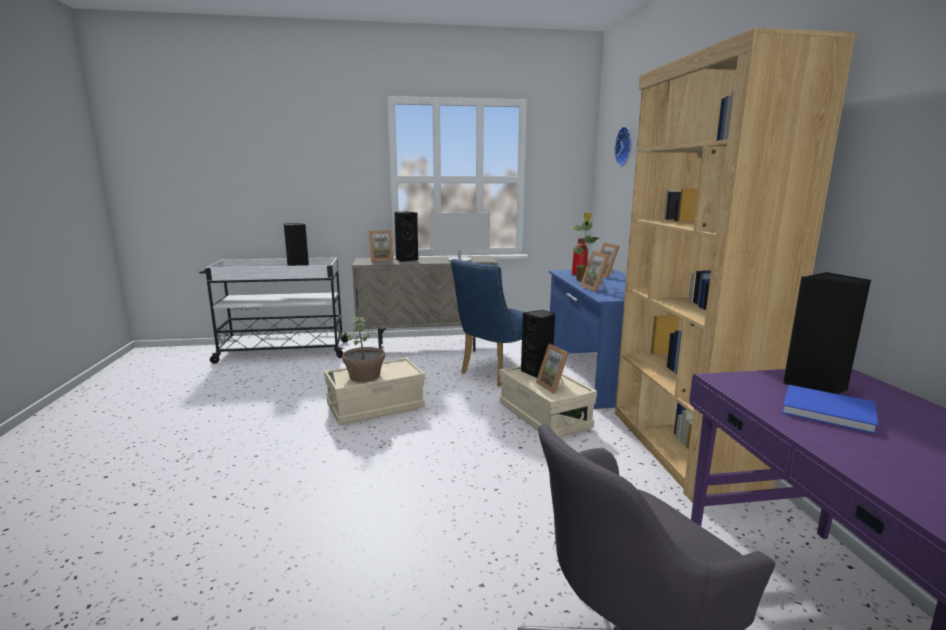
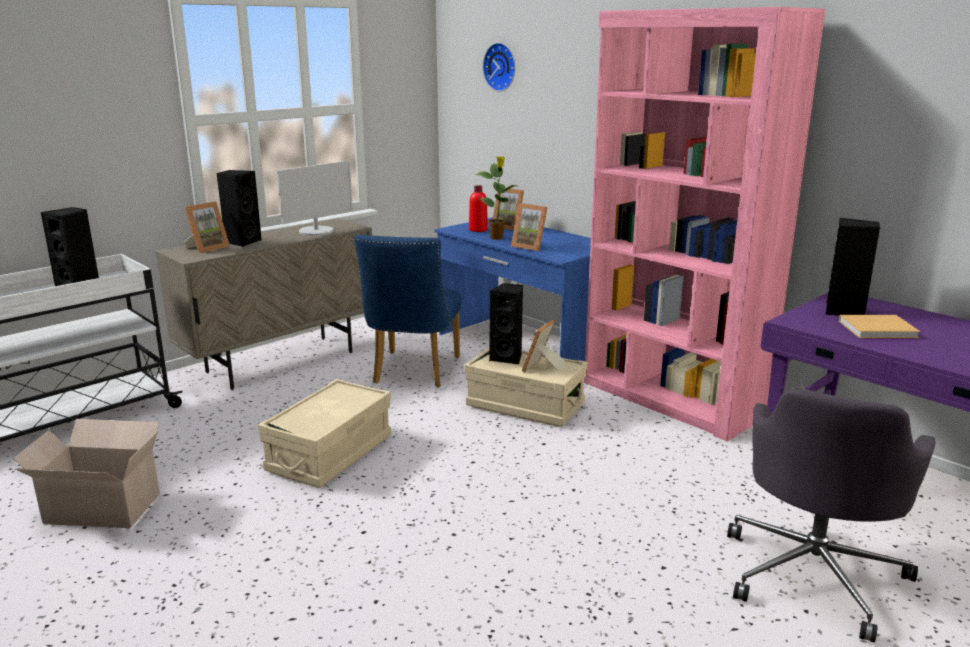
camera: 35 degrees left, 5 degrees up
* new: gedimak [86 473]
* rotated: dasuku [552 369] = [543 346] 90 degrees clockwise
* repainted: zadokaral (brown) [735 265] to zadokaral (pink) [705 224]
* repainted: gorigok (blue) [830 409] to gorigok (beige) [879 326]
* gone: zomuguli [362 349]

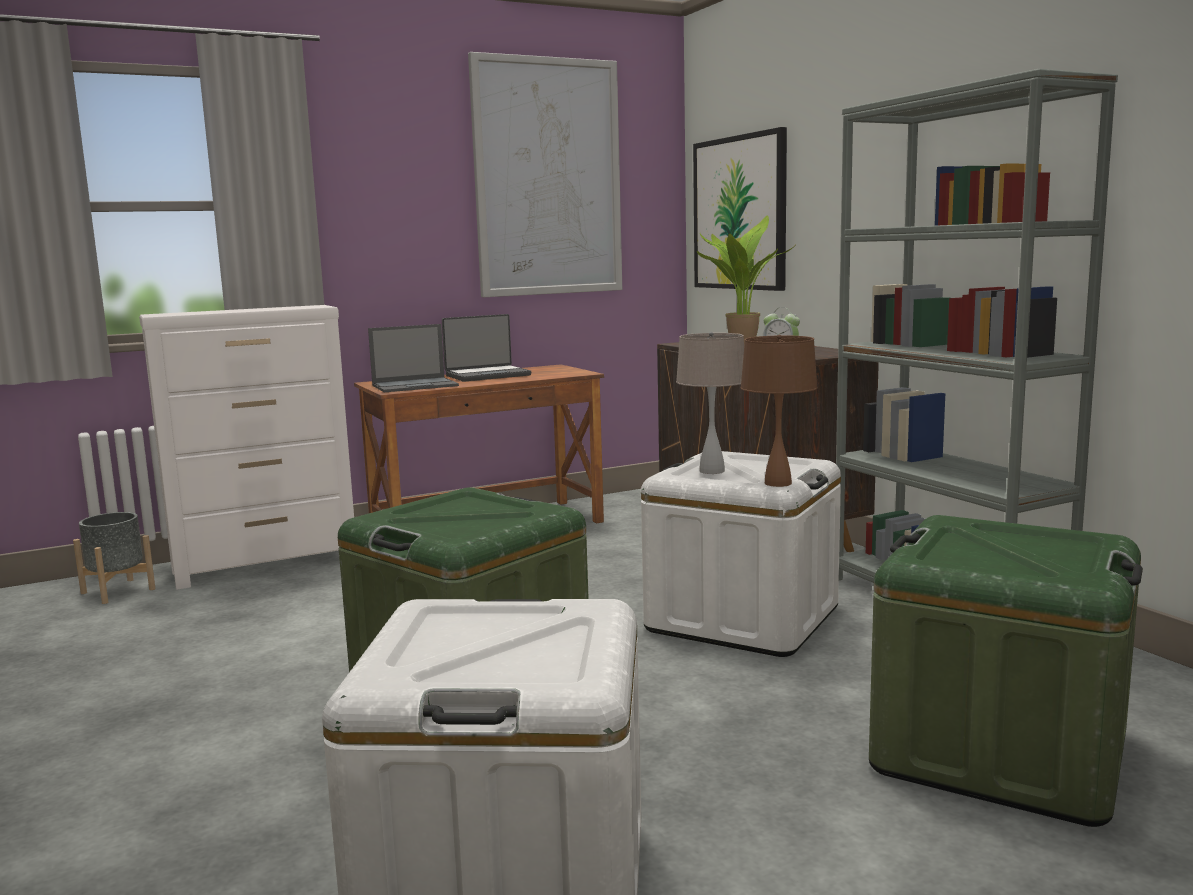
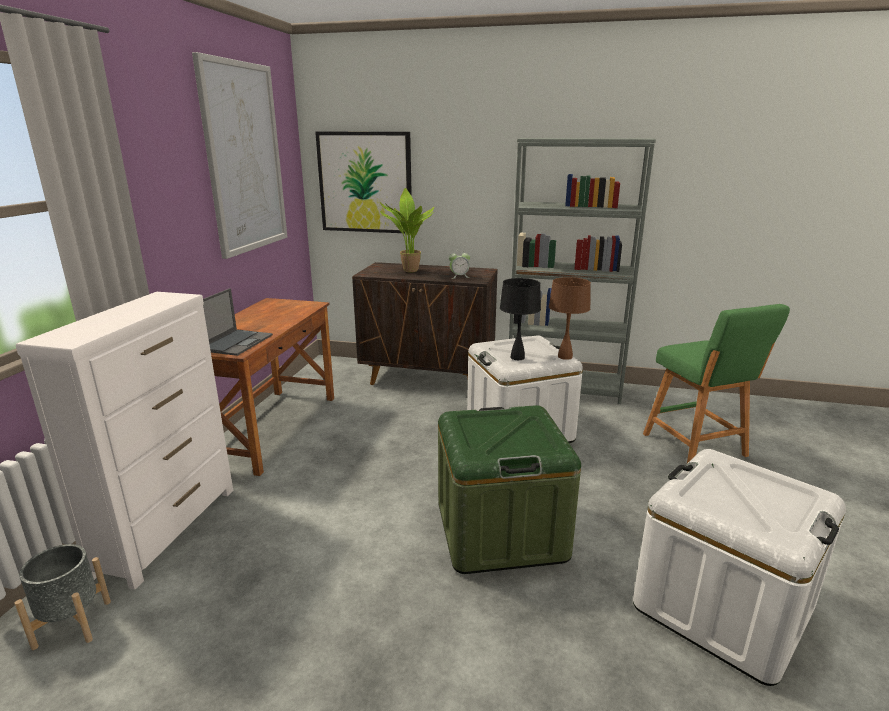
camera: 50 degrees left, 10 degrees up
* repainted: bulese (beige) [710 403] to bulese (black) [520 319]
* swapped: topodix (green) [1006 671] to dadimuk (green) [716 383]
* gone: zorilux [486 348]

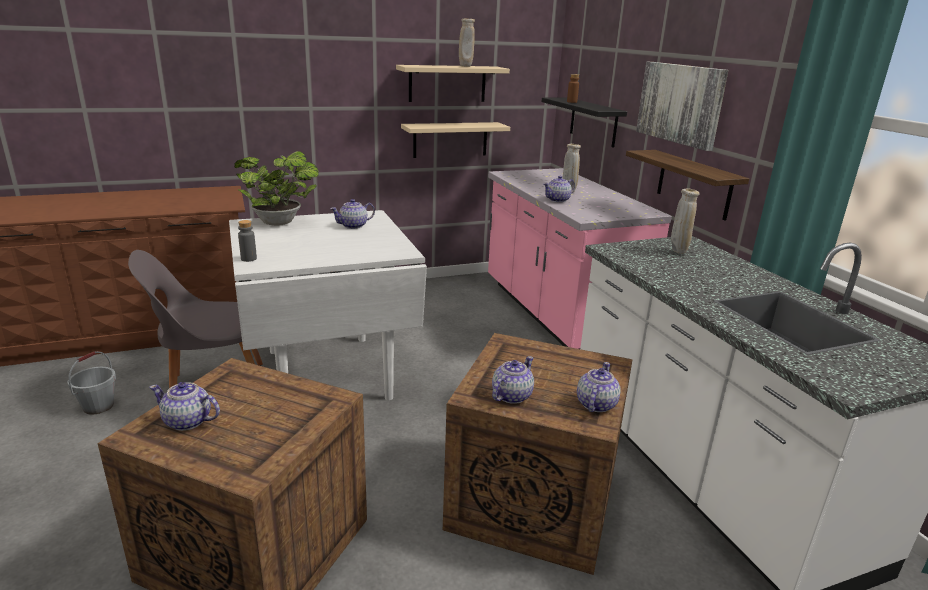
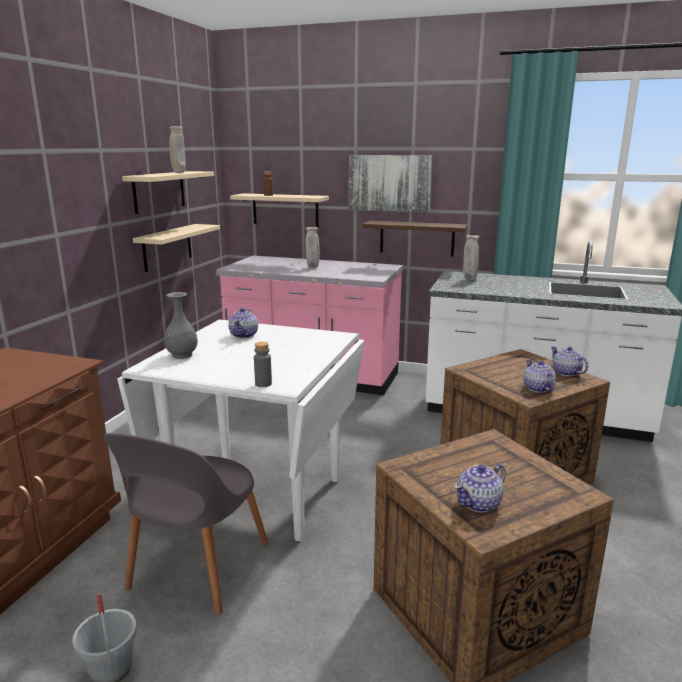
camera: 50 degrees left, 5 degrees down
* swapped: zomuguli [276 188] to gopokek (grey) [181 325]
* repainted: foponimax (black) [584 123] to foponimax (beige) [279 210]
* gone: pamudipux [559 189]

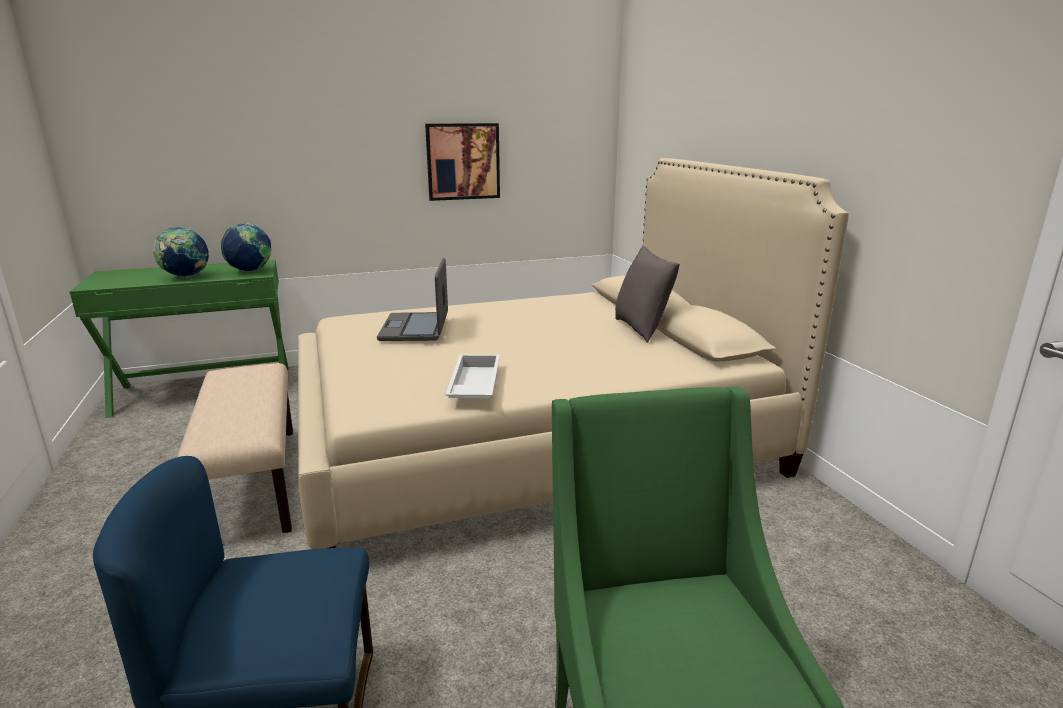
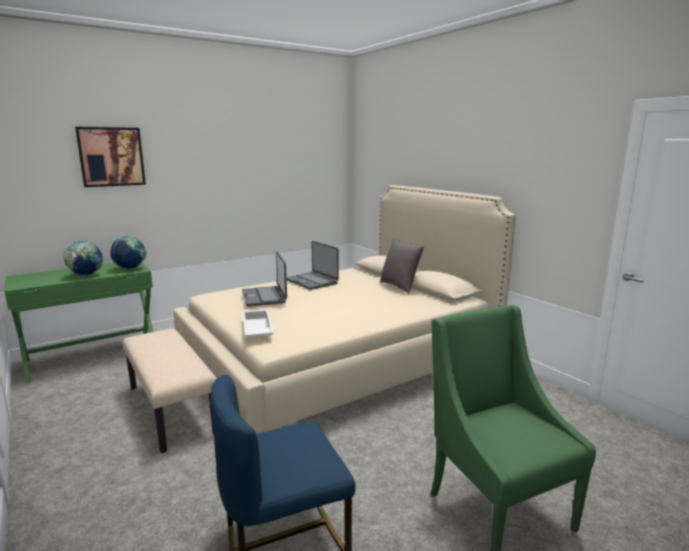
camera: 15 degrees left, 5 degrees down
* shifted: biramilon [462 162] to [110 157]
* shifted: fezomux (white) [473 376] to [258 323]
* new: zorilux [313 265]

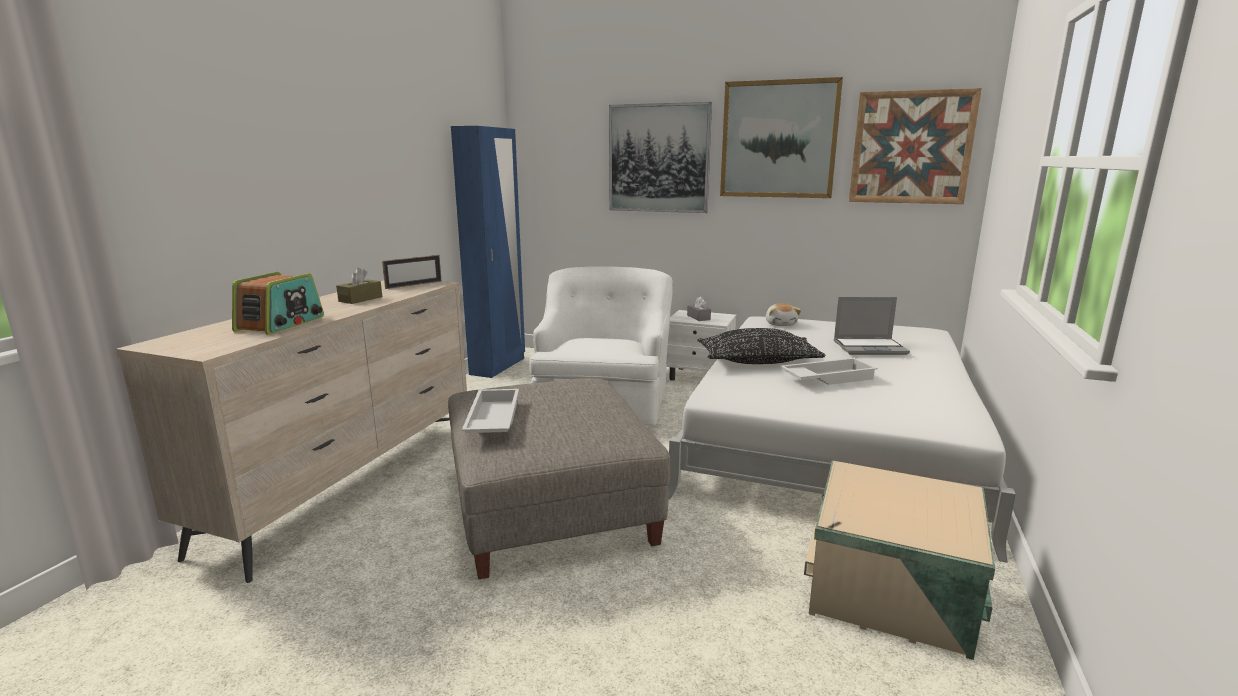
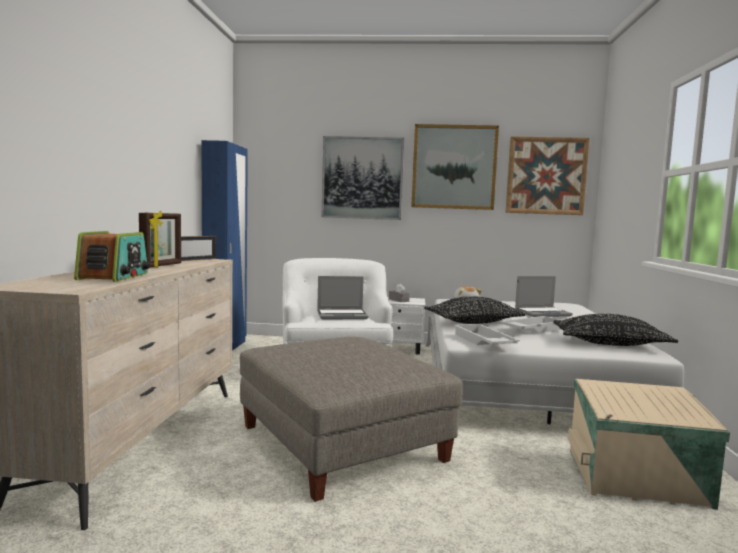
camera: 15 degrees left, 10 degrees down
* swapped: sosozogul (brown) [359 286] to dasuku [160 239]
* new: zorilux [342 297]
* shifted: fezomux (white) [490 411] to [487 334]
* new: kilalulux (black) [615 330]

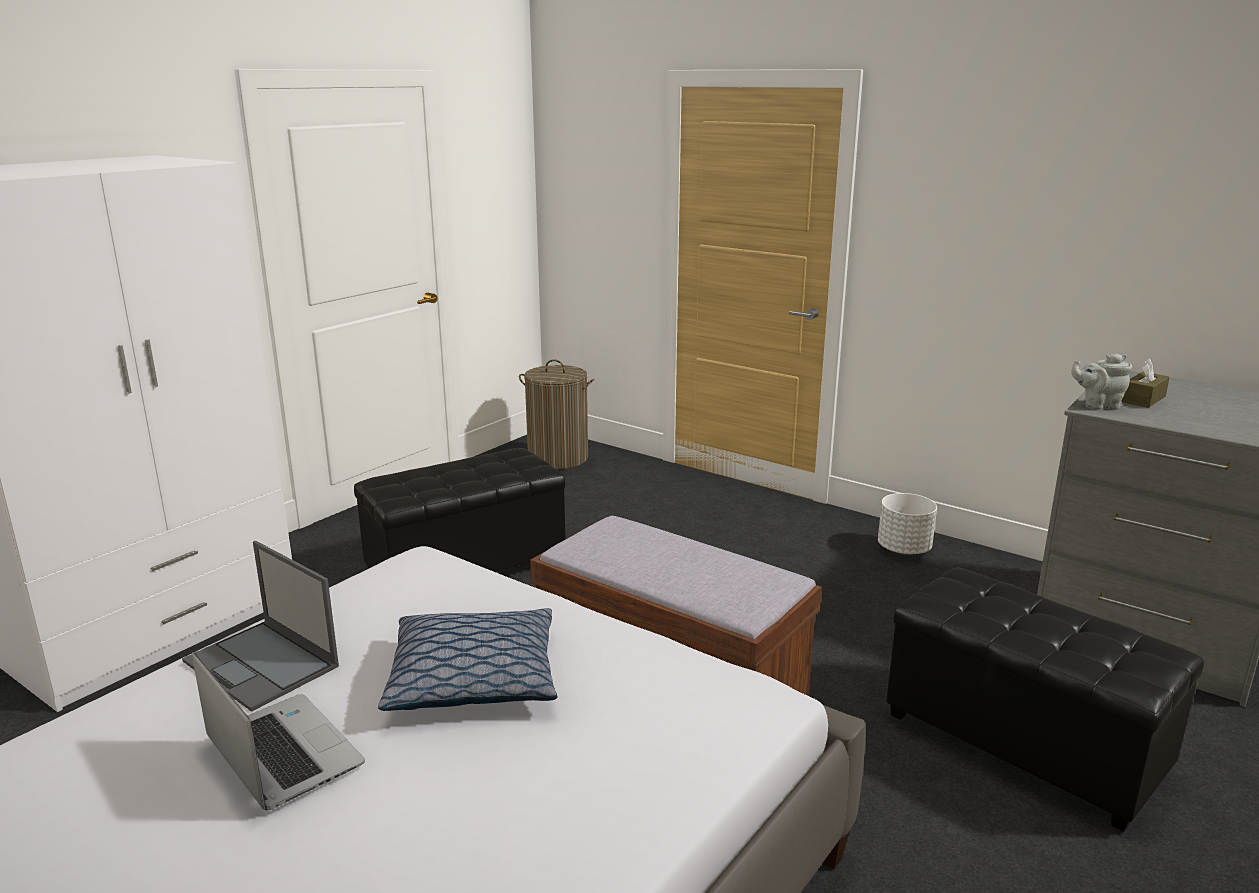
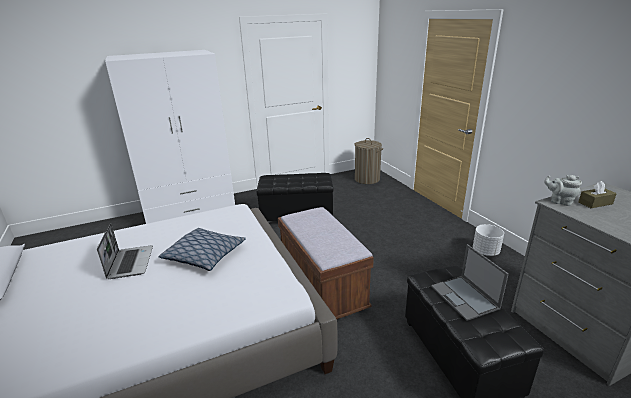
camera: 30 degrees right, 5 degrees up
* shifted: zorilux [260 626] to [470 282]

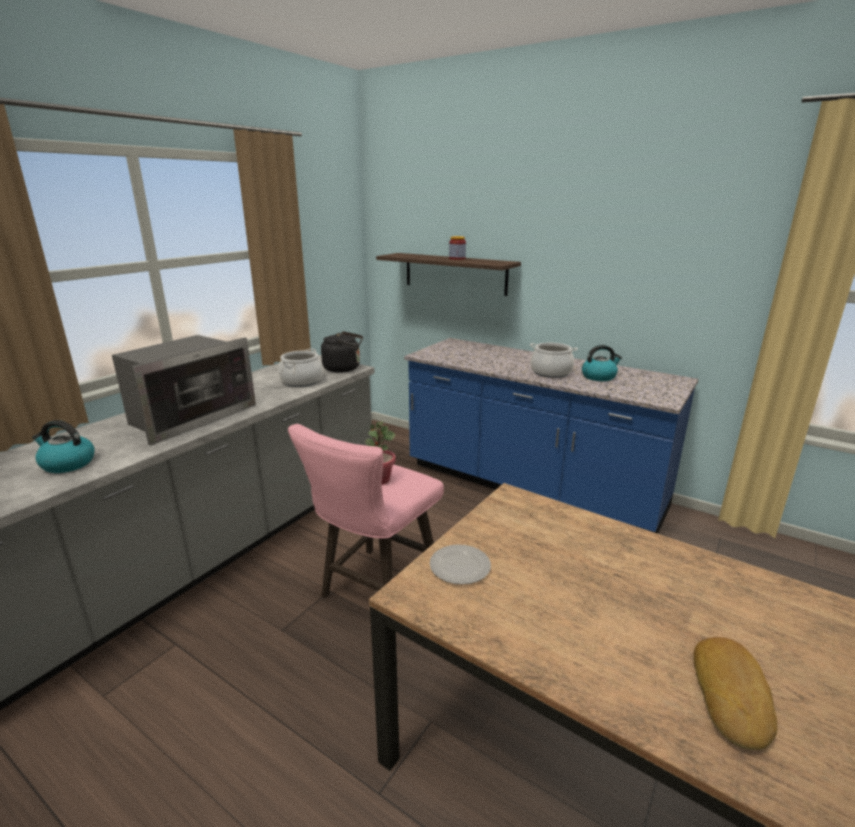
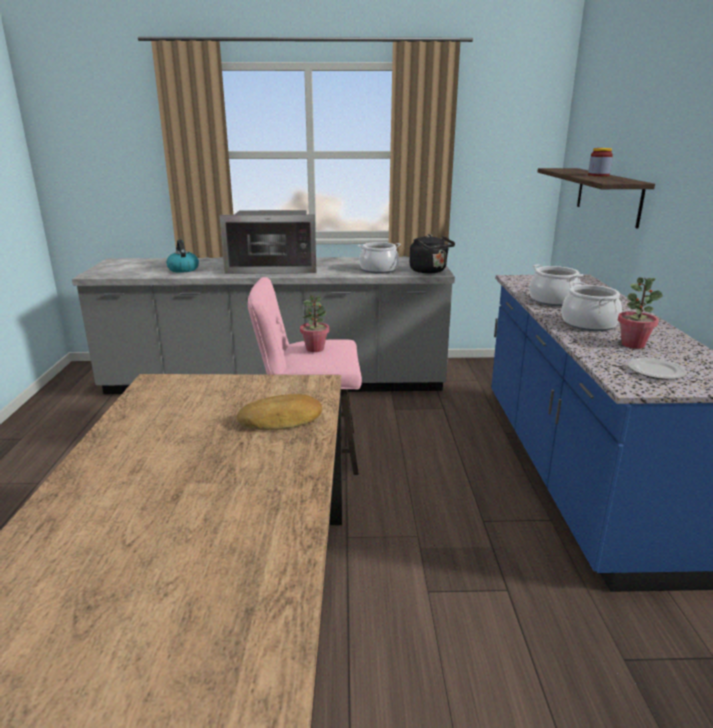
camera: 55 degrees right, 0 degrees up
* shifted: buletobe [735 693] to [279 412]
* new: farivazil [556 285]
* swapped: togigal [602 363] to zomuguli [640 313]
* shifted: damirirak [460 564] to [657 369]

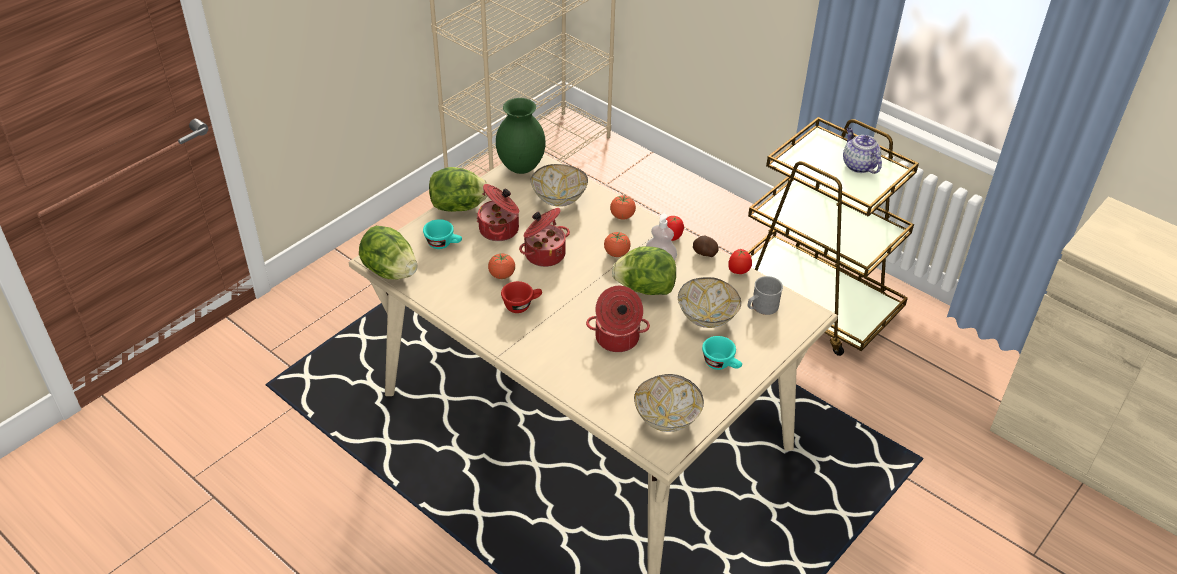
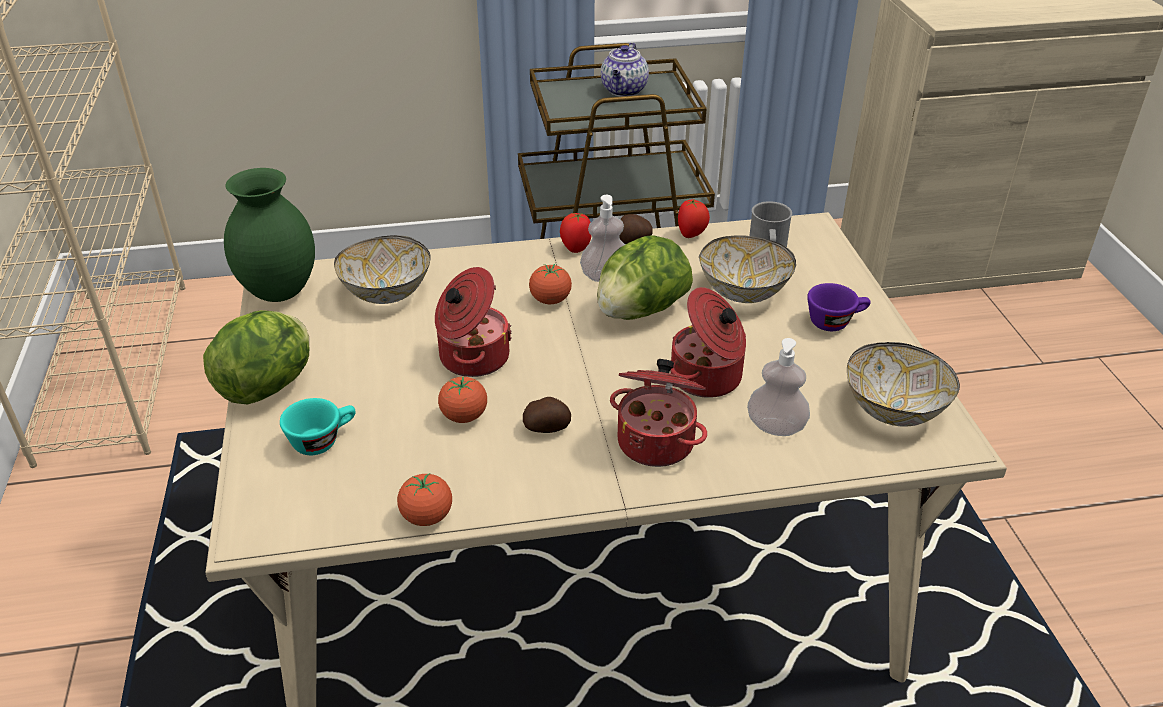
camera: 50 degrees left, 5 degrees down
* shifted: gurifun [623 207] to [424 499]
* swapped: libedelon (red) [521 297] to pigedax [547 415]
* rotated: pamudipux [862 151] = [625 70] 90 degrees counterclockwise
* shifted: farivazil [497 212] to [658 413]
* new: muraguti [778 387]
* repainted: libedelon (turquoise) [722 353] to libedelon (purple) [839 307]
* gone: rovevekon [388 252]

